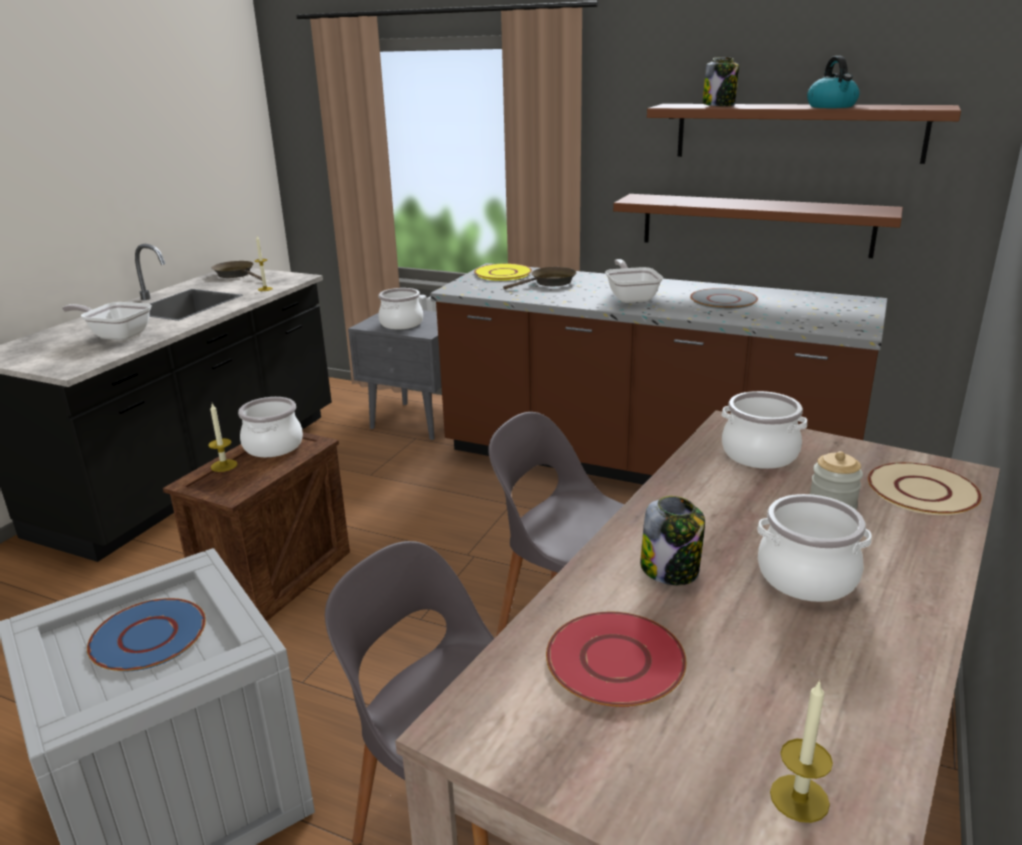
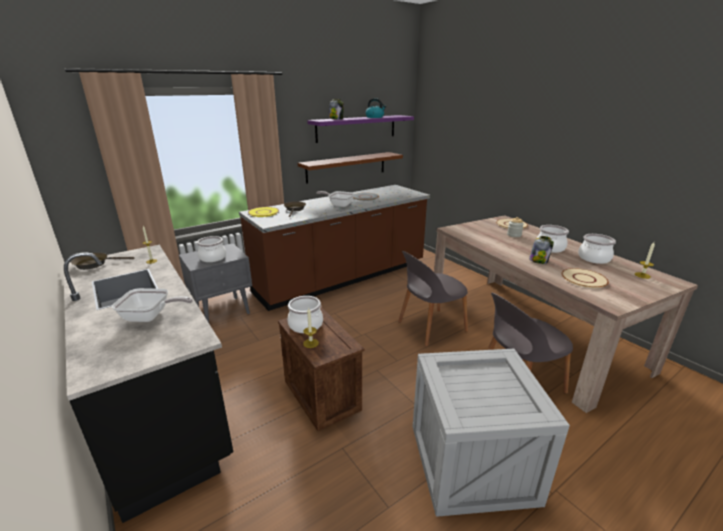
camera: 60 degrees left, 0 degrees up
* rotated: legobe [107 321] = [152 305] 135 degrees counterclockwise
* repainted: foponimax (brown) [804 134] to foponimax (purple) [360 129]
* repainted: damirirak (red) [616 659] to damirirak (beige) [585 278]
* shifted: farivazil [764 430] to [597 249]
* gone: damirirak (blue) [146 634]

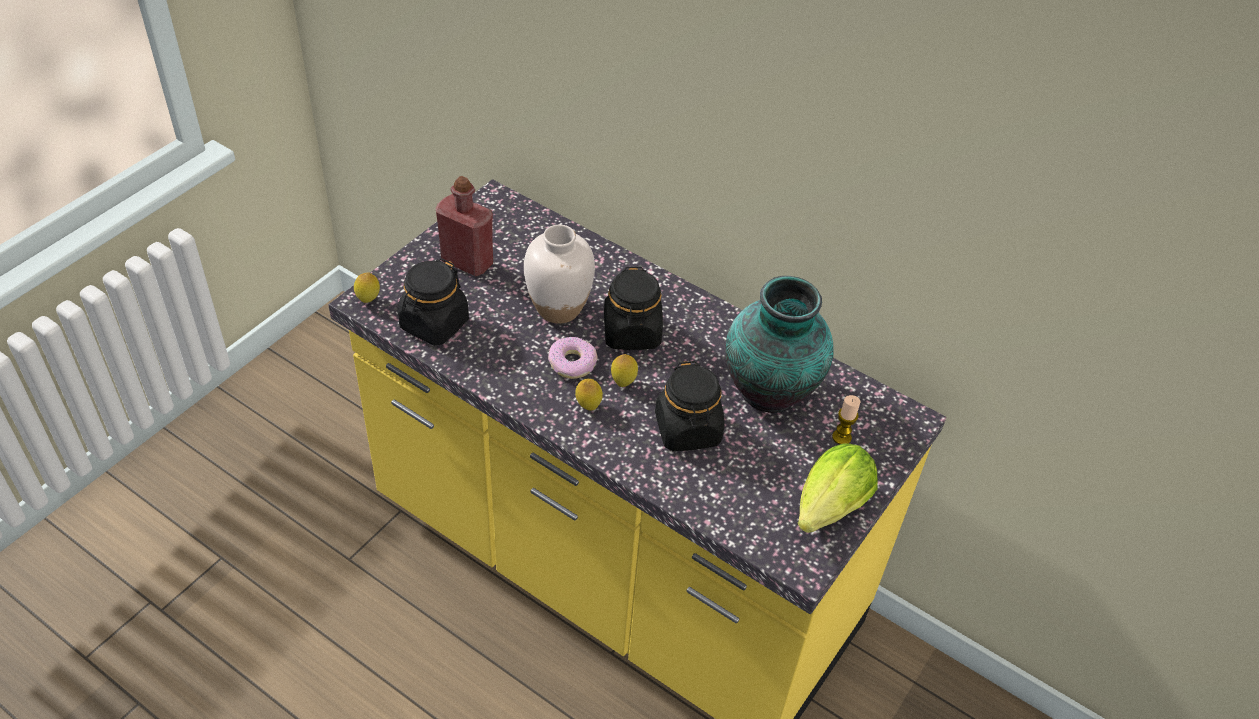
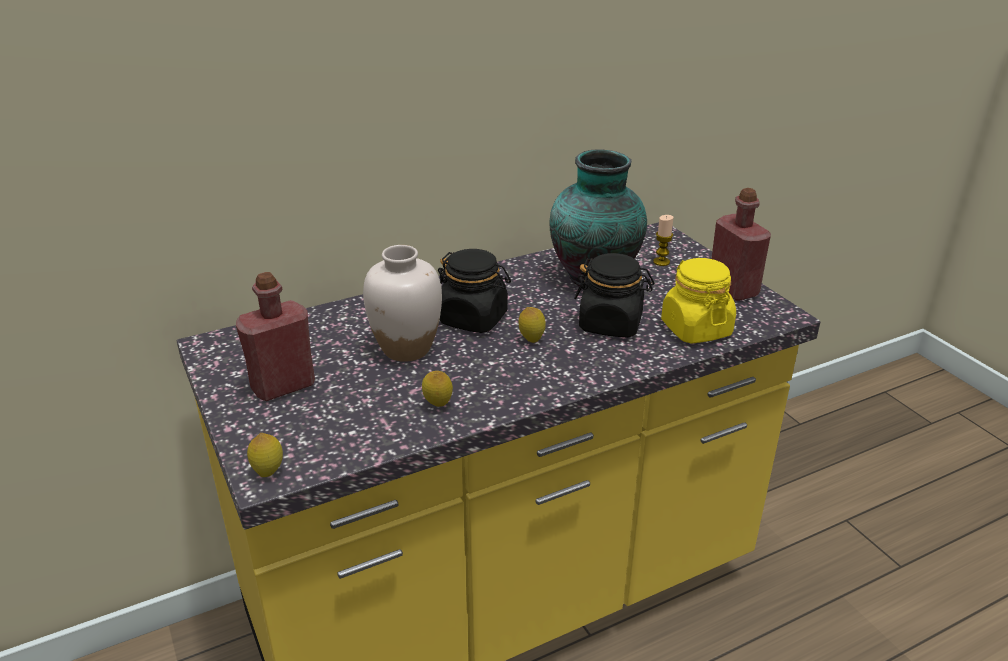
camera: 60 degrees left, 15 degrees down
* shifted: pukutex [589 395] to [437 389]
* new: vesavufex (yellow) [698 301]
* swapped: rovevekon [837 488] to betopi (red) [741 244]
* gone: vesavufex (black) [433 301]
* gone: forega [573 358]

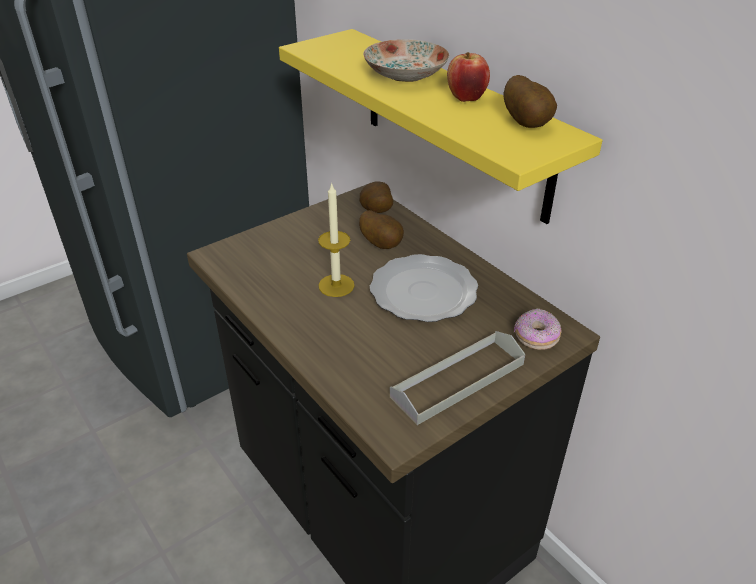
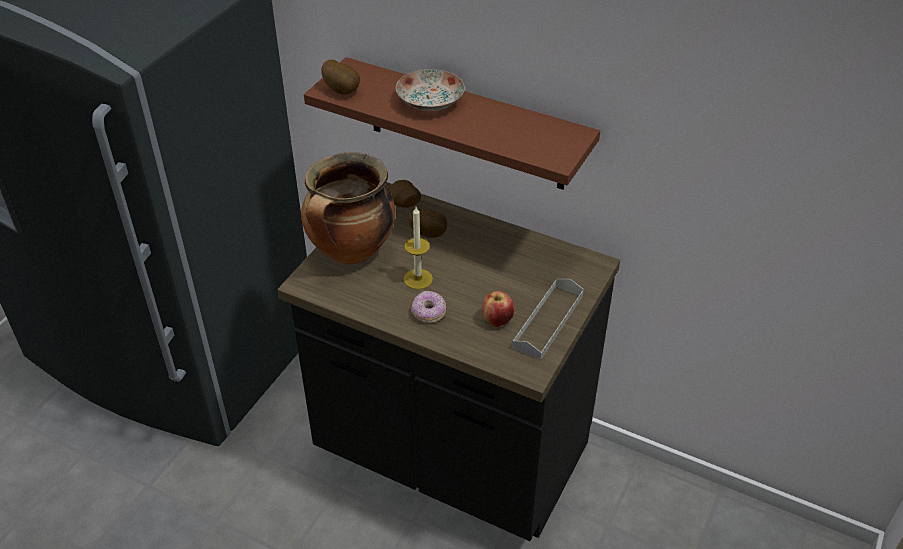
camera: 25 degrees left, 5 degrees up
* new: farivazil [348 208]
* repainted: foponimax (yellow) [441 126] to foponimax (brown) [452 123]
* shifted: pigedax [530 101] to [340 77]
* shifted: forega [538 329] to [428 307]
* shifted: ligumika [468 77] to [498 309]
* gone: damirirak [424 288]

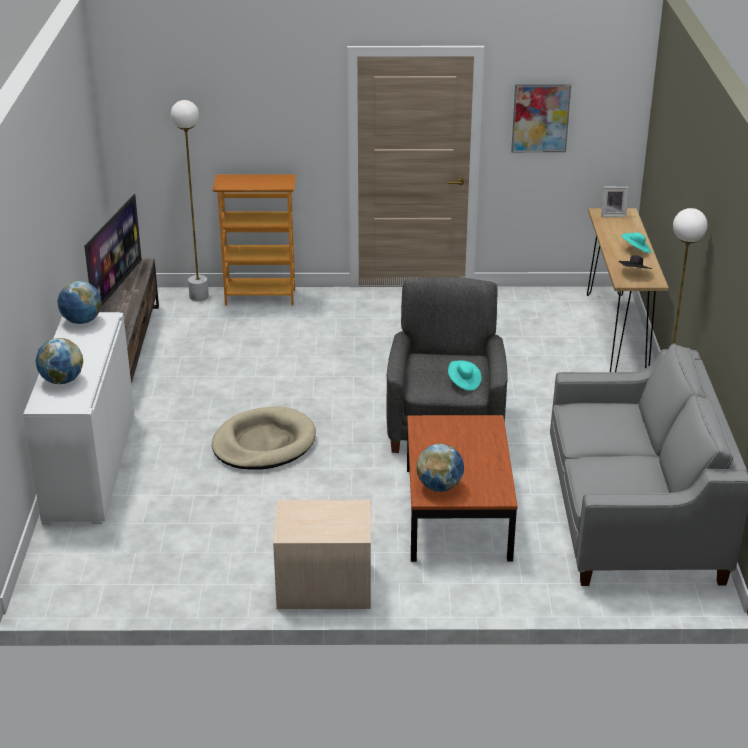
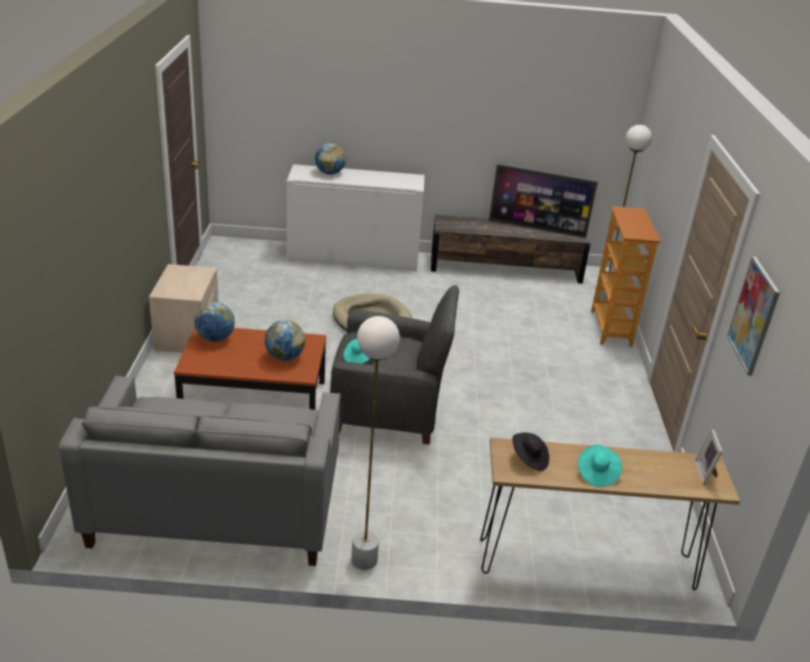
camera: 90 degrees right, 0 degrees up
* shifted: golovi [79 302] to [285 340]

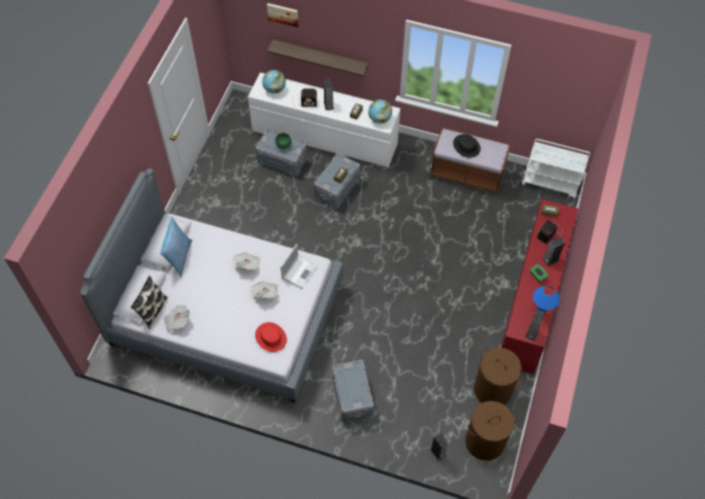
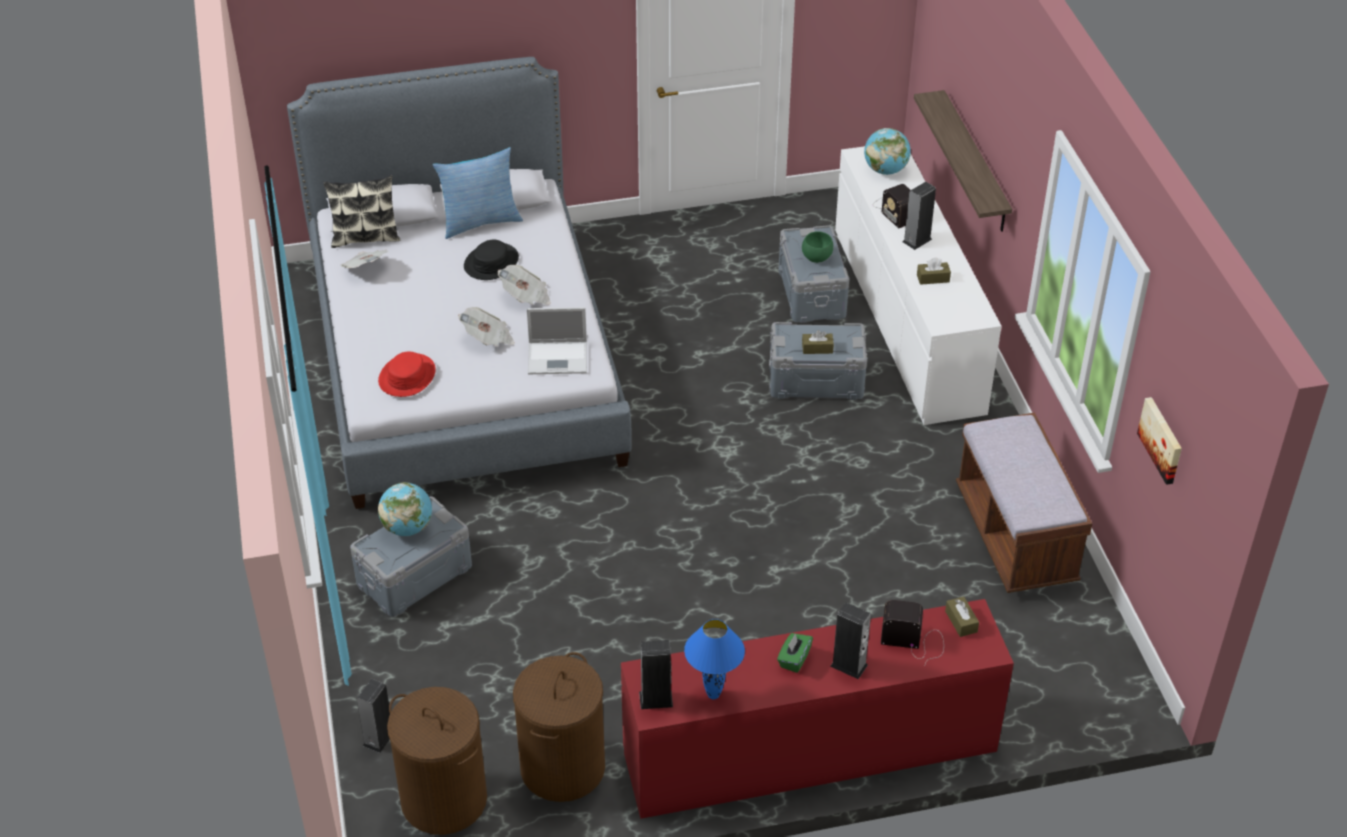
camera: 60 degrees right, 15 degrees down
* shifted: golovi [380 111] to [405 509]
* shifted: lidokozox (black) [467 146] to [491 260]
* shifted: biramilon [283 15] to [1159 441]
* gone: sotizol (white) [555 169]

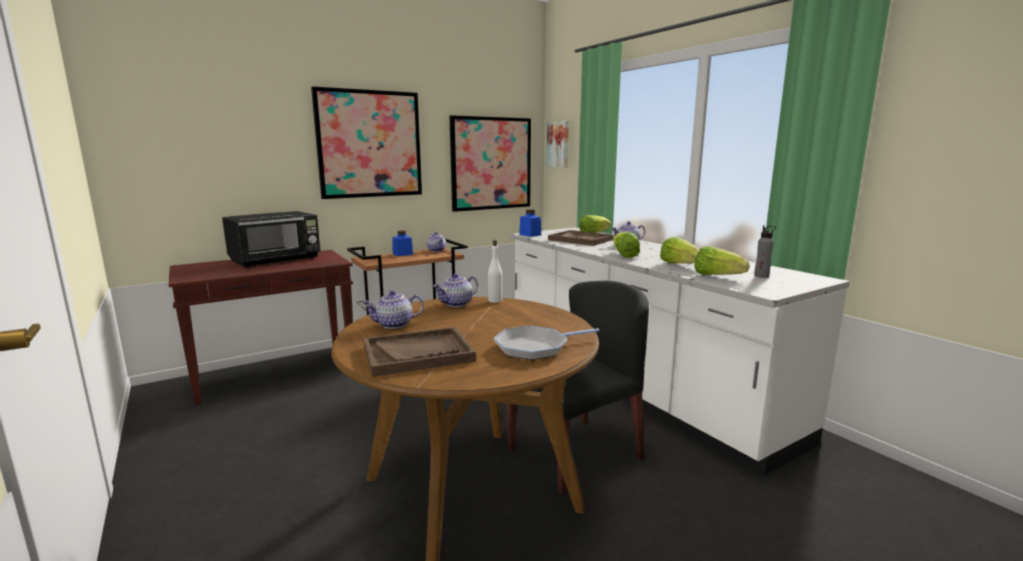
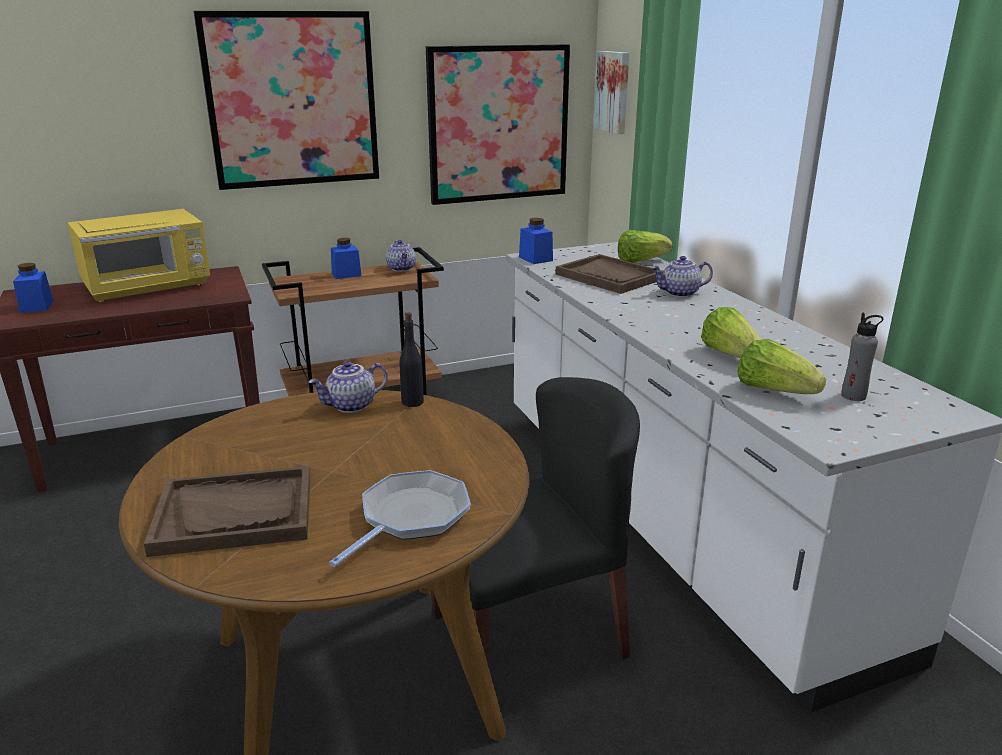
camera: 10 degrees right, 10 degrees up
* new: vesavufex (blue) [33 288]
* repainted: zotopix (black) [271 239] to zotopix (yellow) [139 255]
* rotated: legobe [547 343] = [400 518] 135 degrees clockwise
* repainted: betopi (white) [495 271] to betopi (black) [411 359]
* gone: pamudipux [393 309]
* gone: rovevekon [626 245]

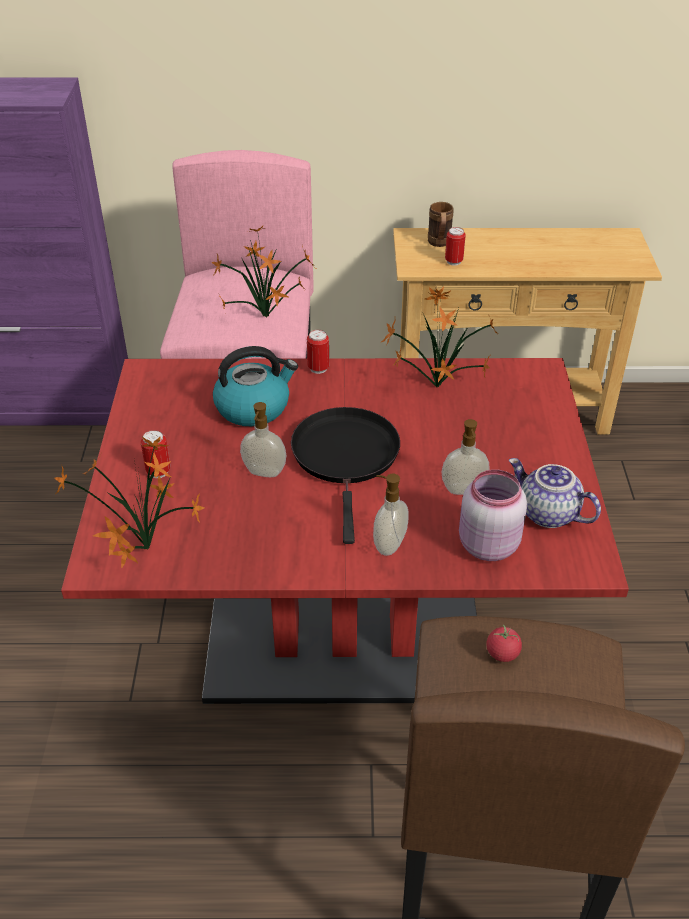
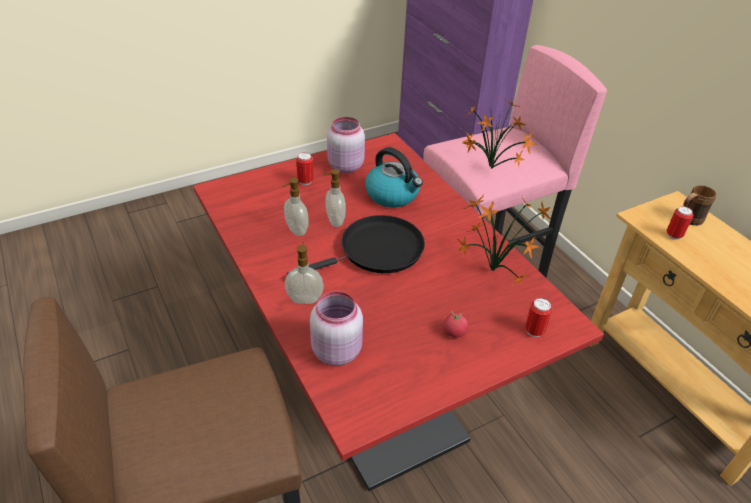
camera: 60 degrees right, 0 degrees up
* shifted: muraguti [465 457] to [296 207]
* new: vesavufex (pink) [346 145]
* shifted: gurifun [504 643] to [455 324]
* shifted: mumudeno [318 352] to [538 317]
* gone: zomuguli [129 502]
* gone: pamudipux [555 493]

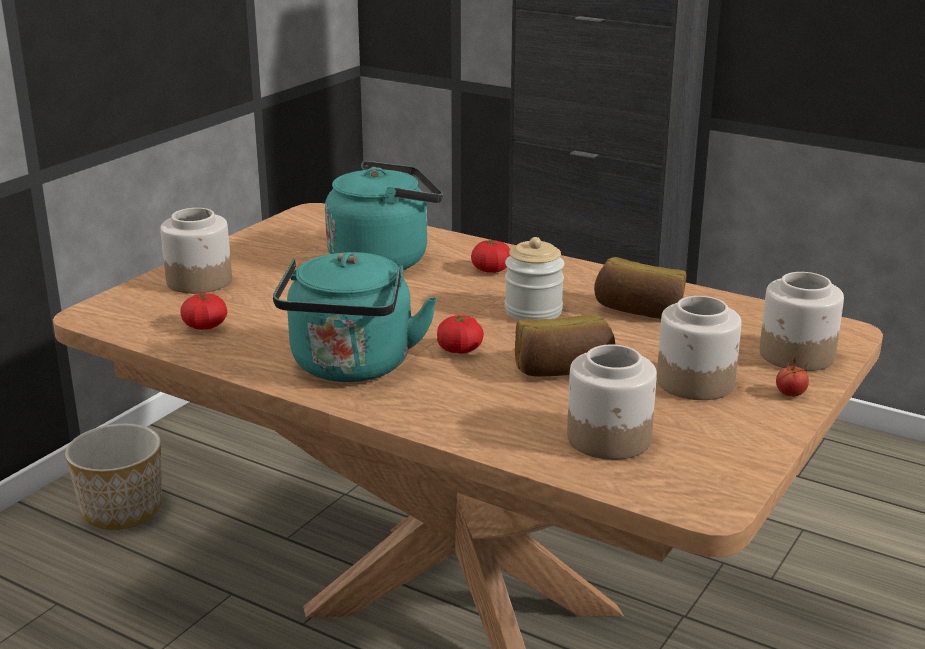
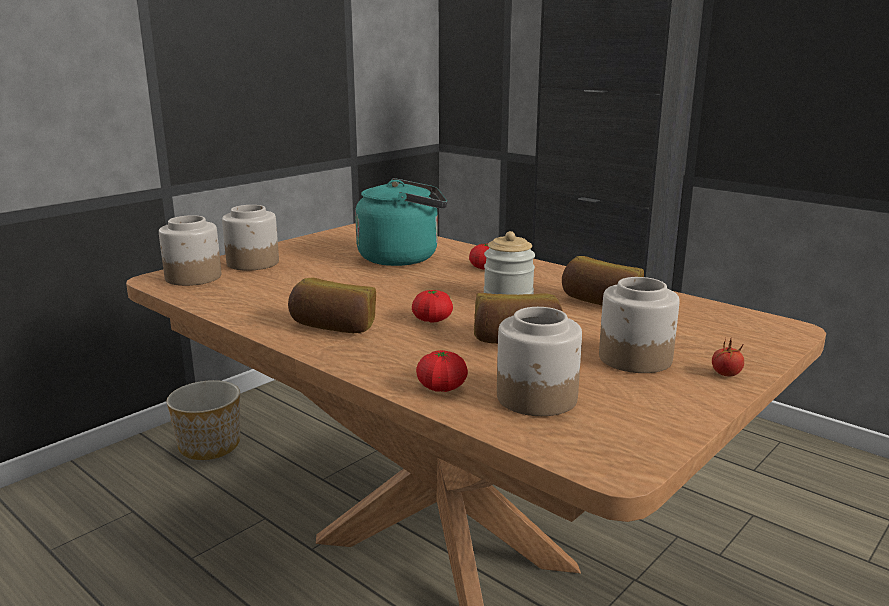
camera: 10 degrees right, 5 degrees down
* shifted: vesavufex [802 321] to [190 250]
* swapped: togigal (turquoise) [355 317] to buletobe [332 305]
* shifted: gurifun [203 311] to [442 371]

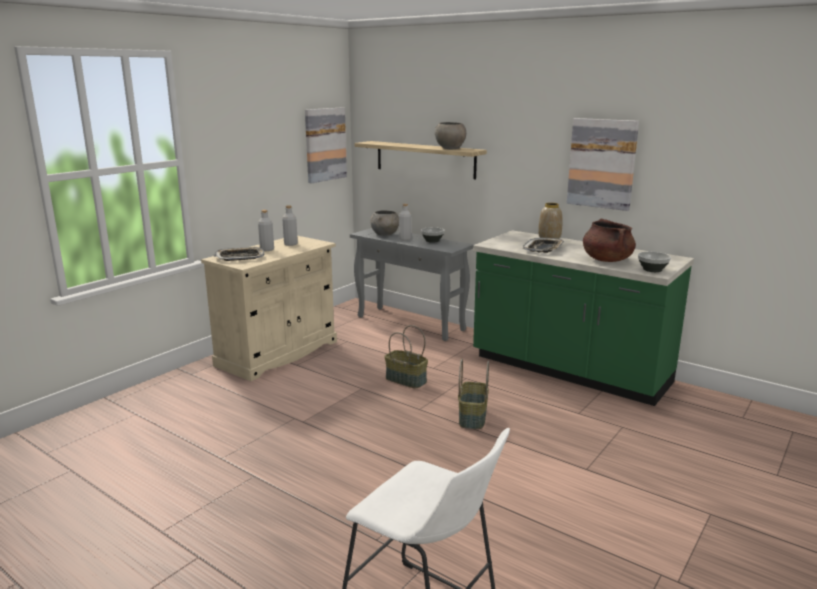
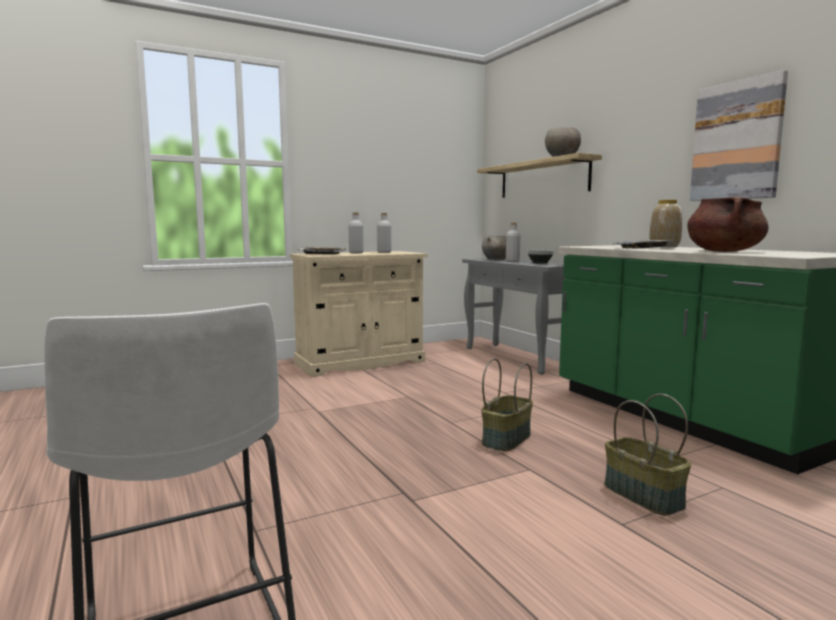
camera: 25 degrees right, 10 degrees down
* shifted: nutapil [406 356] to [647 454]
* gone: biramilon [326 145]
* gone: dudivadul [654 262]

